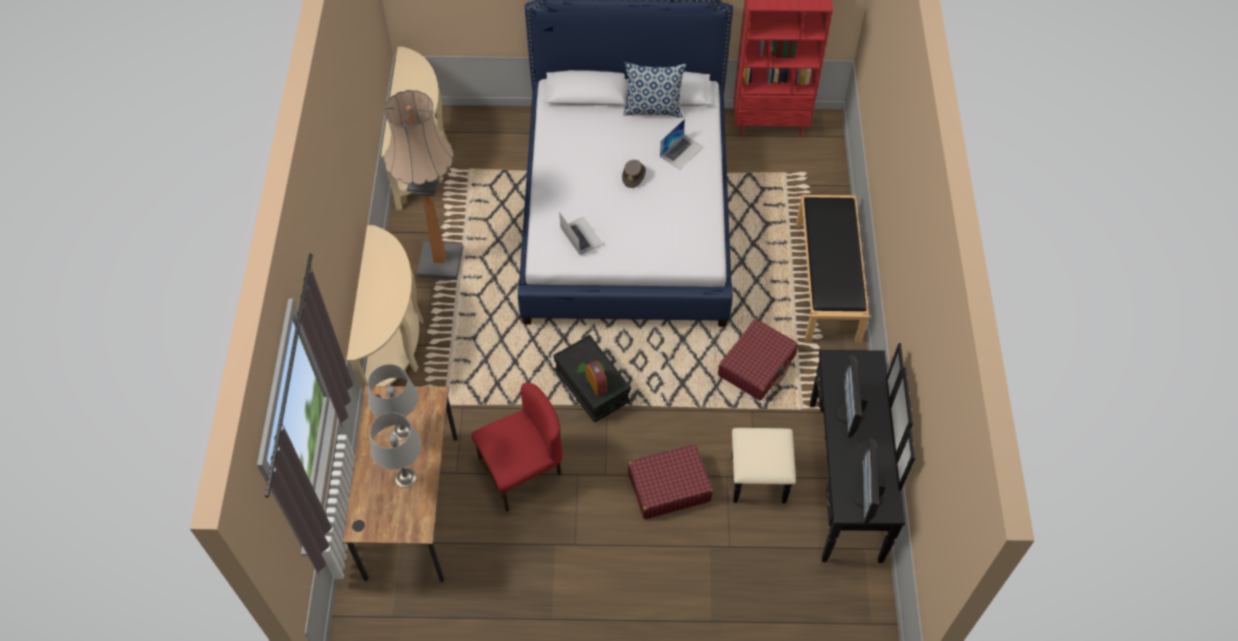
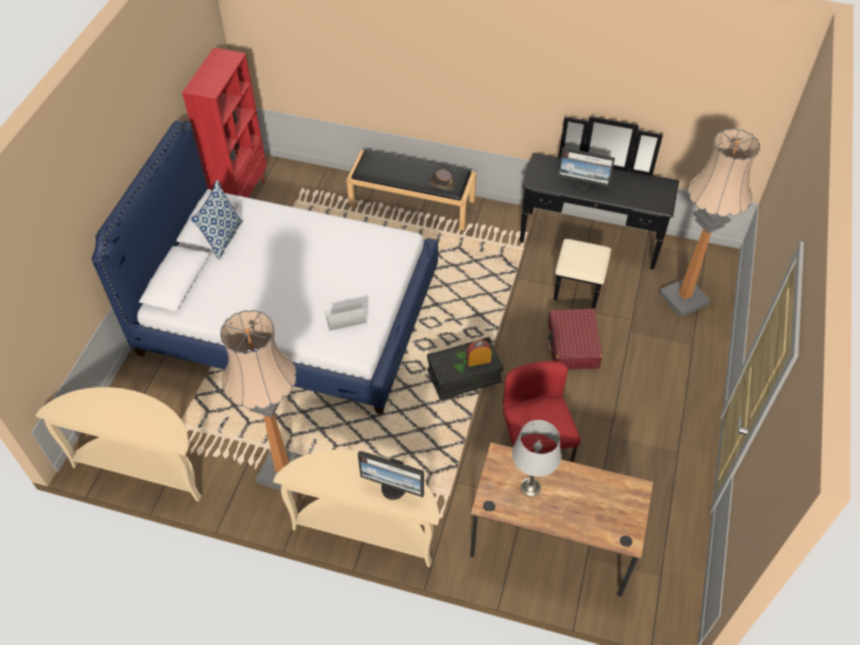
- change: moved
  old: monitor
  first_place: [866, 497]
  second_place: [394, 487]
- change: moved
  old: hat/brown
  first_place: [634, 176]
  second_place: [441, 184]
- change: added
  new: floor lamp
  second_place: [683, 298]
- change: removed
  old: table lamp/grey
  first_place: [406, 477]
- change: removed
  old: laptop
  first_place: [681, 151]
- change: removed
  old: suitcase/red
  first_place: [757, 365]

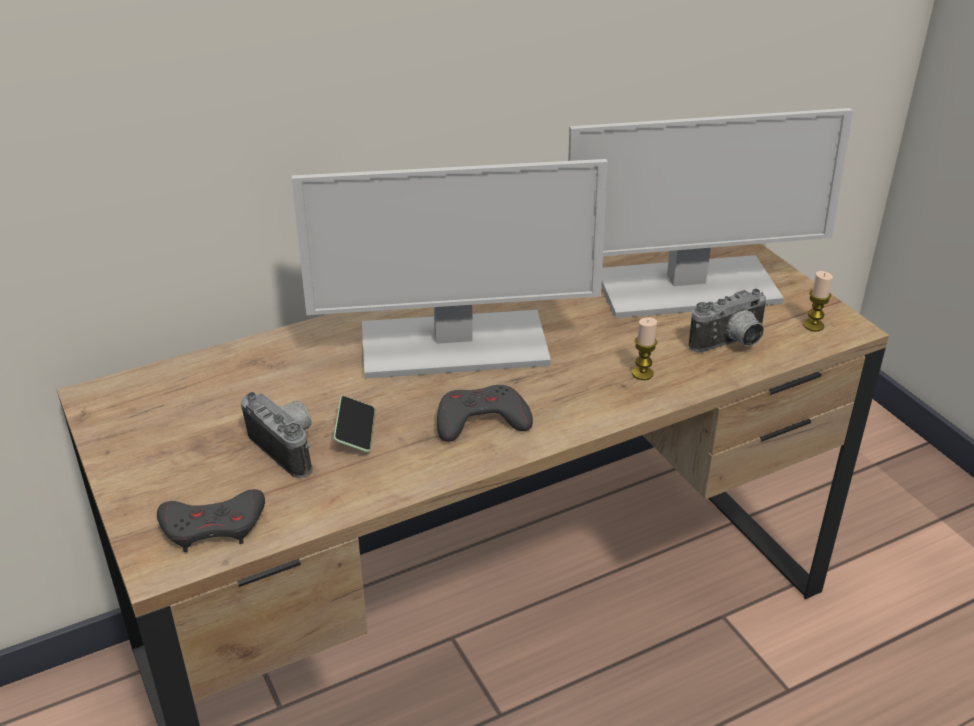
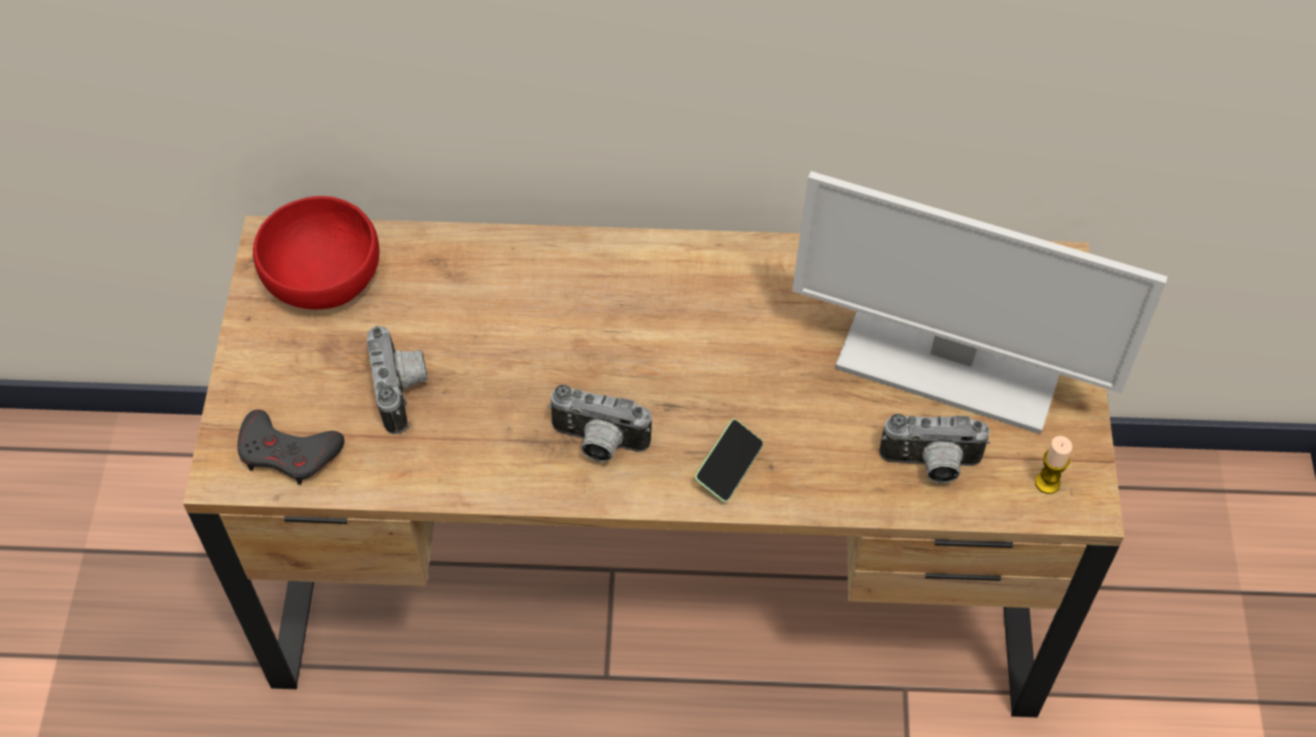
- change: added
  new: bowl/red
  second_place: [321, 277]
- change: replaced
  old: game controller/grey
  new: photo camera
  first_place: [481, 420]
  second_place: [598, 443]
- change: moved
  old: phone
  first_place: [355, 432]
  second_place: [729, 466]
- change: removed
  old: monitor
  first_place: [452, 346]
- change: removed
  old: candle
  first_place: [642, 373]

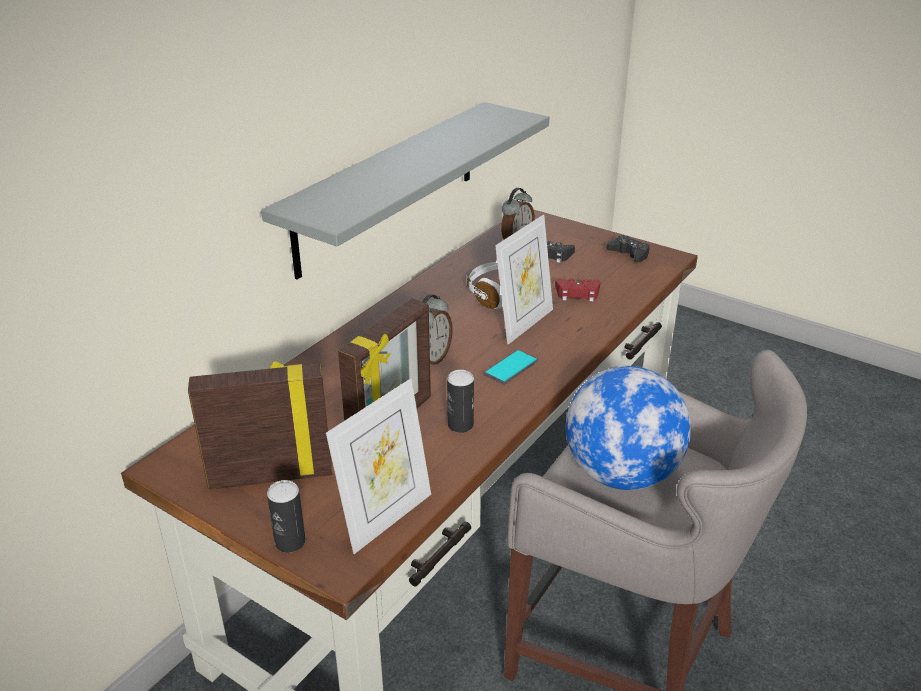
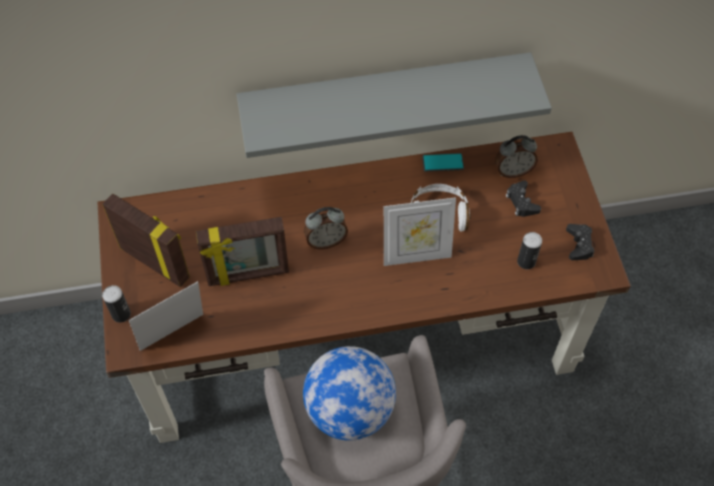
- change: turned
  old: picture frame
  first_place: [385, 517]
  second_place: [175, 337]
  degrees: 150
- change: moved
  old: phone
  first_place: [511, 368]
  second_place: [442, 163]
- change: moved
  old: can
  first_place: [460, 425]
  second_place: [526, 261]
- change: removed
  old: game controller/red
  first_place: [577, 294]

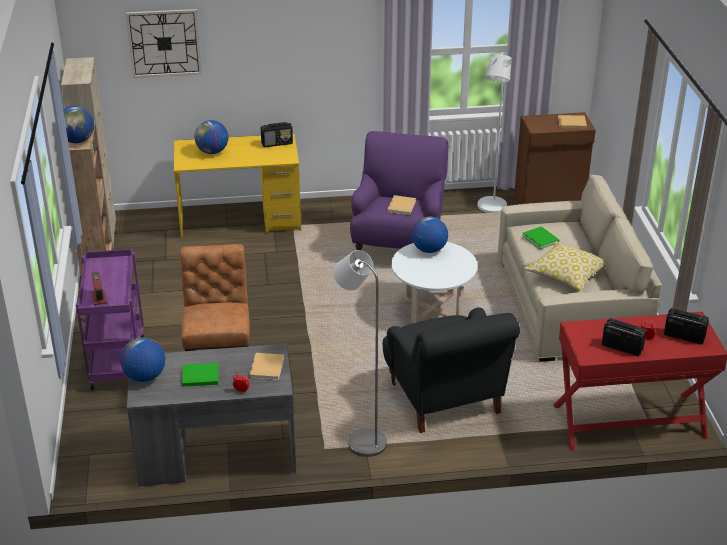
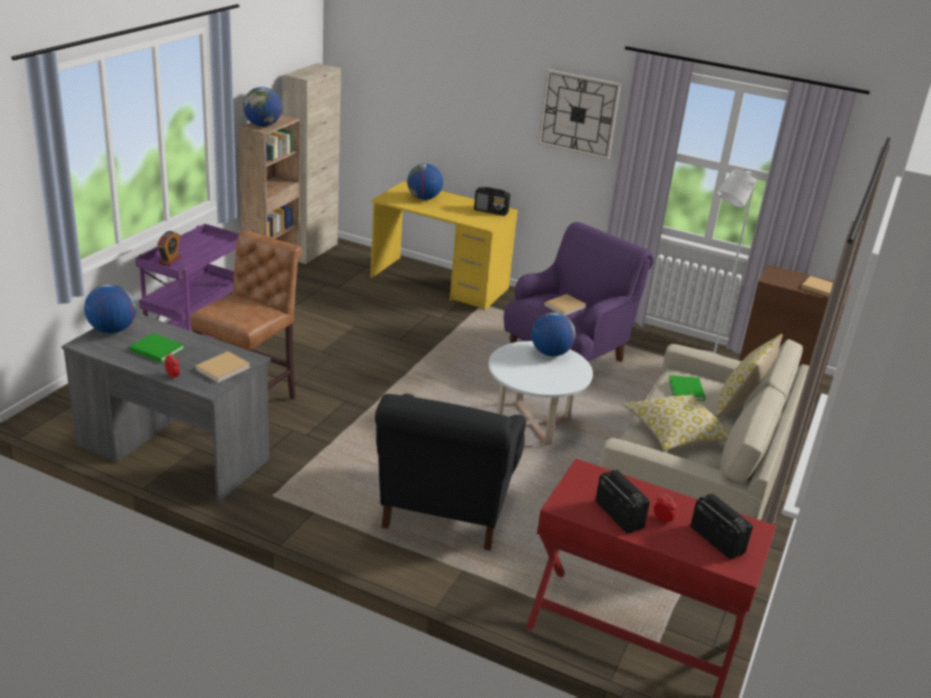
- change: moved
  old: wall clock
  first_place: [164, 43]
  second_place: [578, 114]
- change: added
  new: pillow
  second_place: [740, 406]
- change: removed
  old: floor lamp/grey
  first_place: [361, 440]

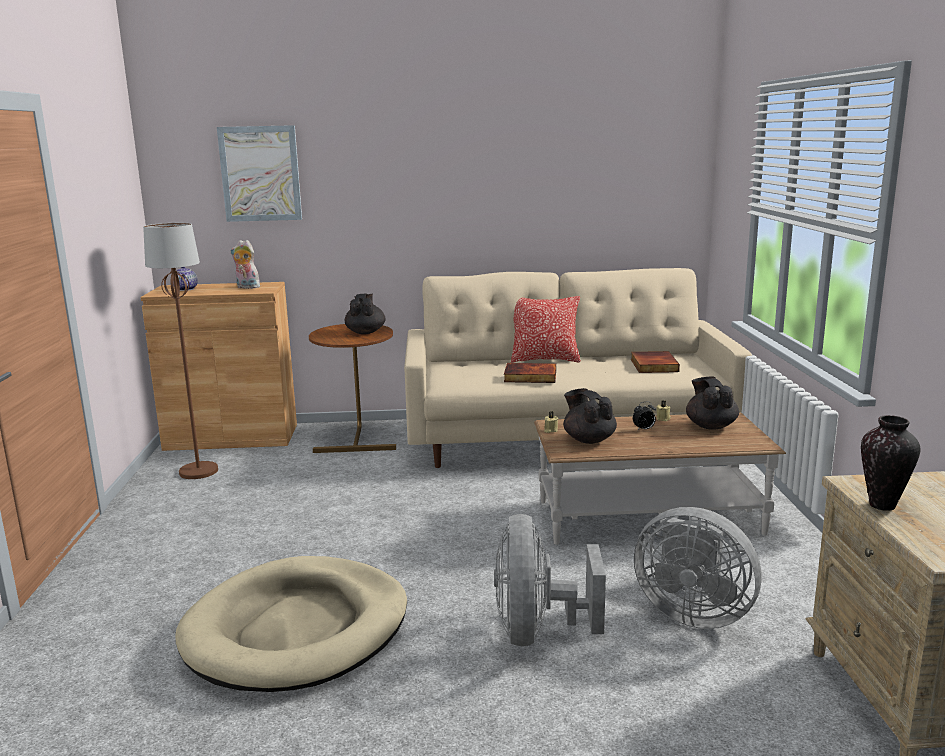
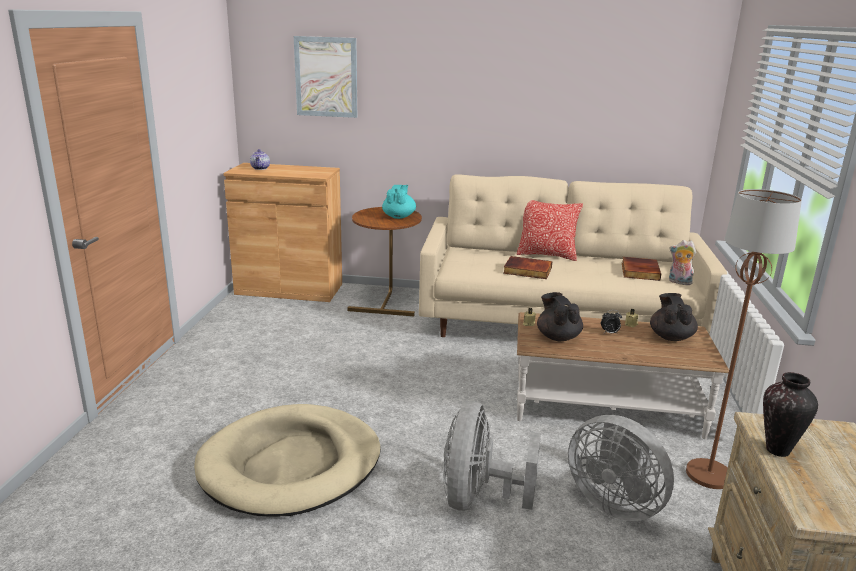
- change: recoloured
  old: teapot/black
  new: teapot/turquoise
  first_place: [365, 332]
  second_place: [399, 217]
- change: moved
  old: plush toy
  first_place: [246, 287]
  second_place: [679, 282]
- change: moved
  old: floor lamp/brown
  first_place: [198, 472]
  second_place: [708, 475]

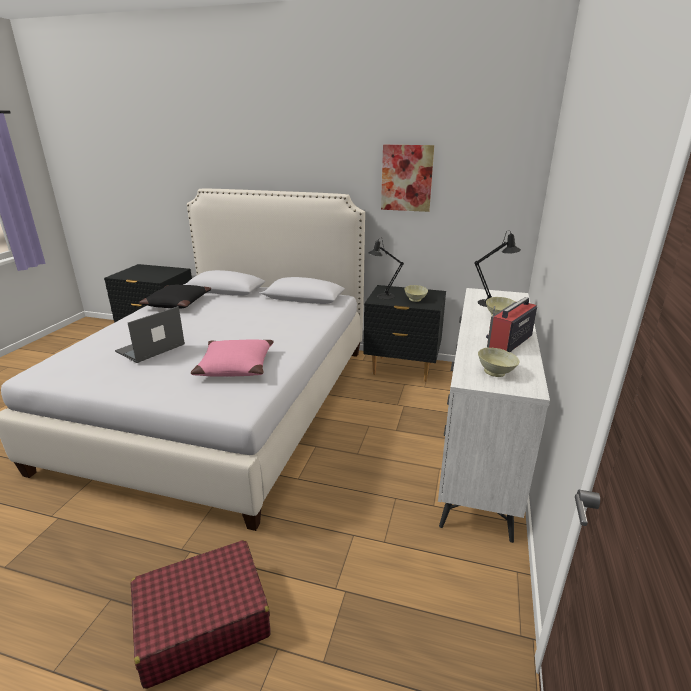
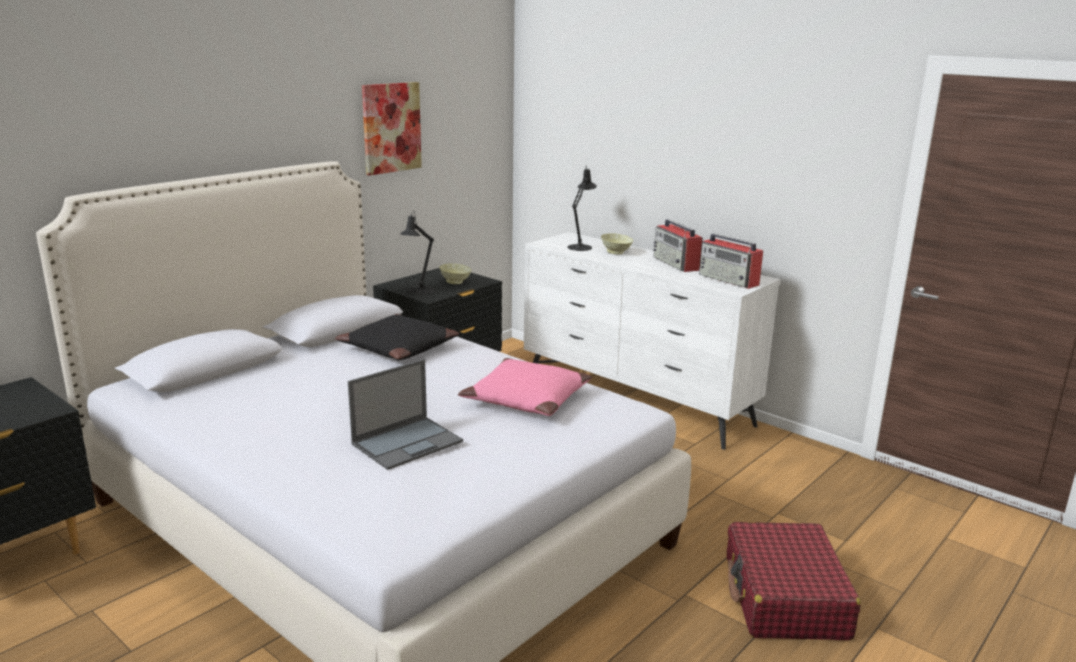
- change: moved
  old: pillow/black
  first_place: [177, 303]
  second_place: [398, 348]
- change: turned
  old: laptop
  first_place: [150, 348]
  second_place: [408, 442]
  degrees: -105
- change: replaced
  old: bowl/beige
  new: radio
  first_place: [496, 373]
  second_place: [729, 280]

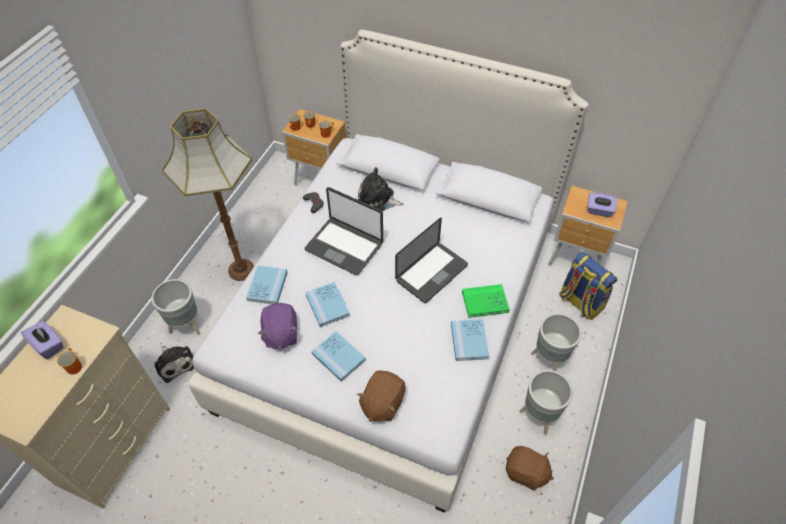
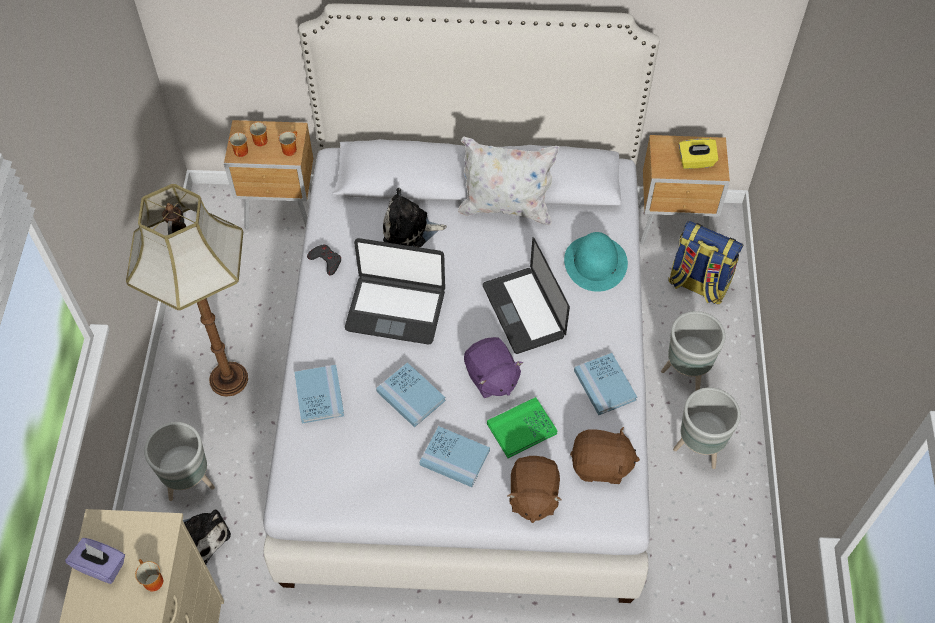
- change: added
  new: pillow/white
  second_place: [506, 208]
- change: moved
  old: plush toy/purple
  first_place: [280, 334]
  second_place: [491, 378]
- change: turned
  old: laptop
  first_place: [431, 273]
  second_place: [523, 311]
  degrees: 135
- change: moved
  old: book/green
  first_place: [485, 302]
  second_place: [521, 429]
- change: added
  new: hat/turquoise
  second_place: [595, 263]
- change: moved
  old: plush toy/brown
  first_place: [526, 473]
  second_place: [601, 465]
- change: recoloured
  old: tissue box/purple
  new: tissue box/yellow
  first_place: [599, 211]
  second_place: [696, 162]

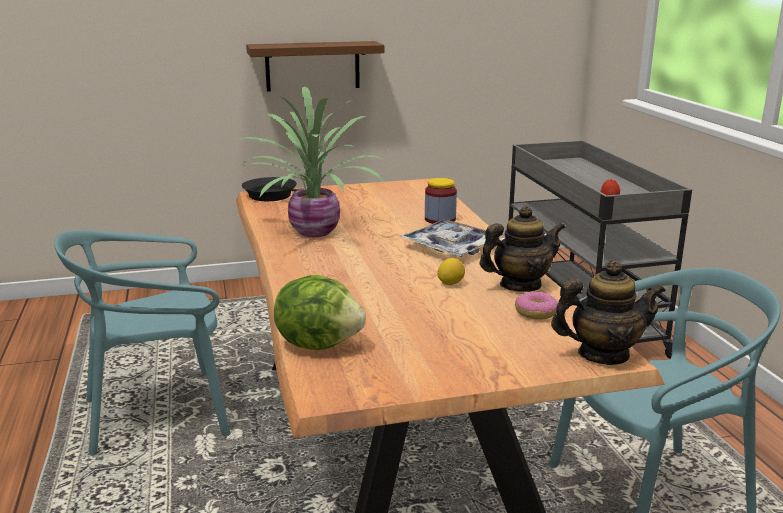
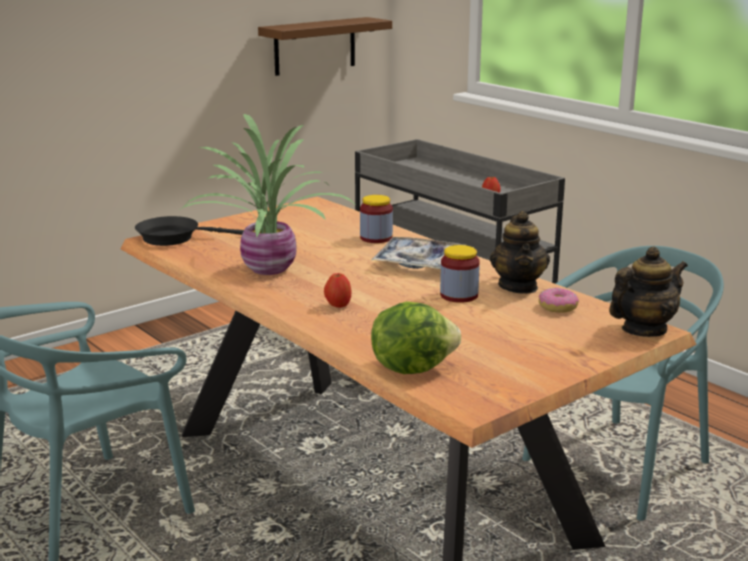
- change: moved
  old: shelf/brown
  first_place: [312, 66]
  second_place: [315, 46]
- change: added
  new: apple
  second_place: [338, 305]
- change: replaced
  old: lemon
  new: jar
  first_place: [450, 283]
  second_place: [459, 295]
- change: turned
  old: teapot
  first_place: [520, 285]
  second_place: [518, 287]
  degrees: 135

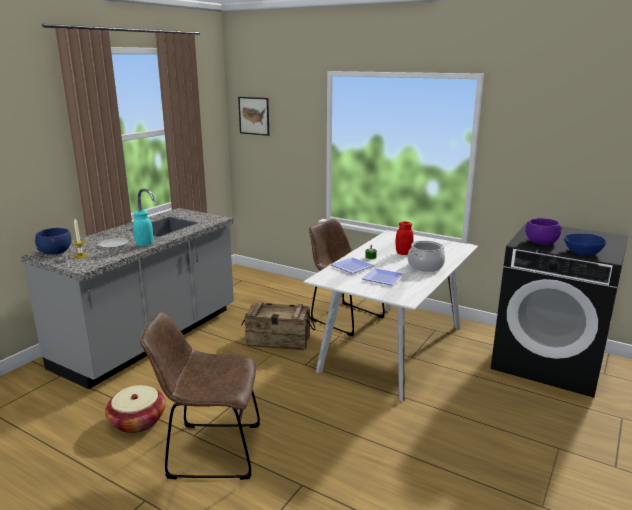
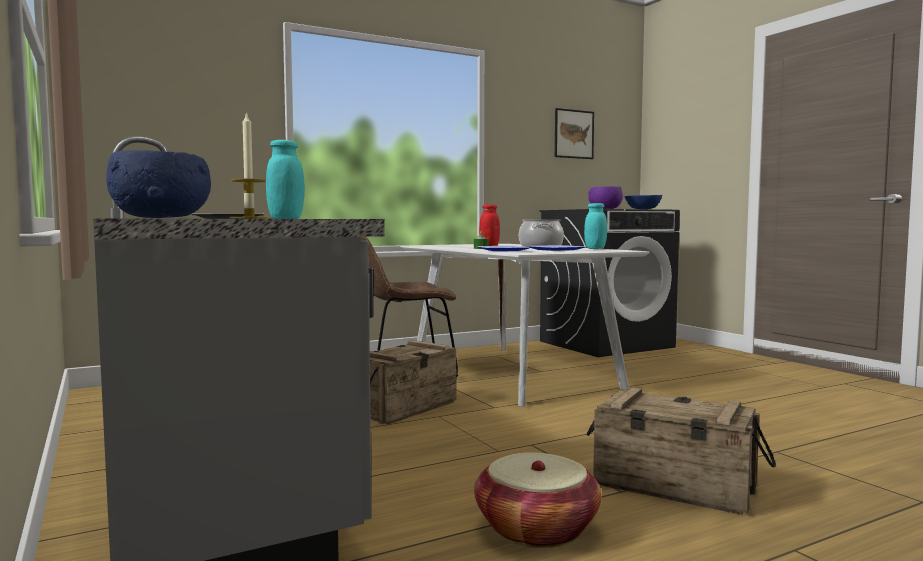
- change: moved
  old: picture
  first_place: [254, 116]
  second_place: [573, 134]
- change: added
  new: jar/turquoise
  second_place: [595, 248]
- change: replaced
  old: chair/brown
  new: crate
  first_place: [209, 451]
  second_place: [673, 487]

